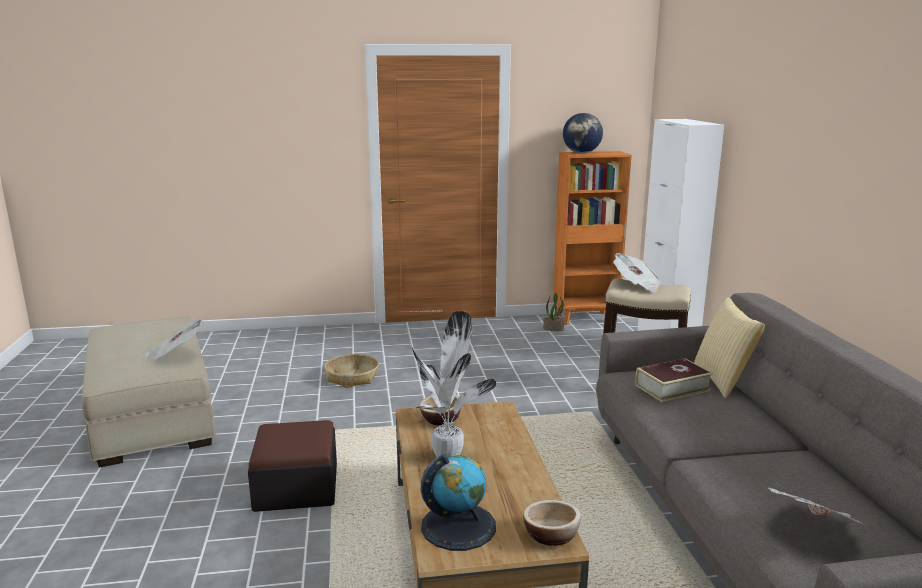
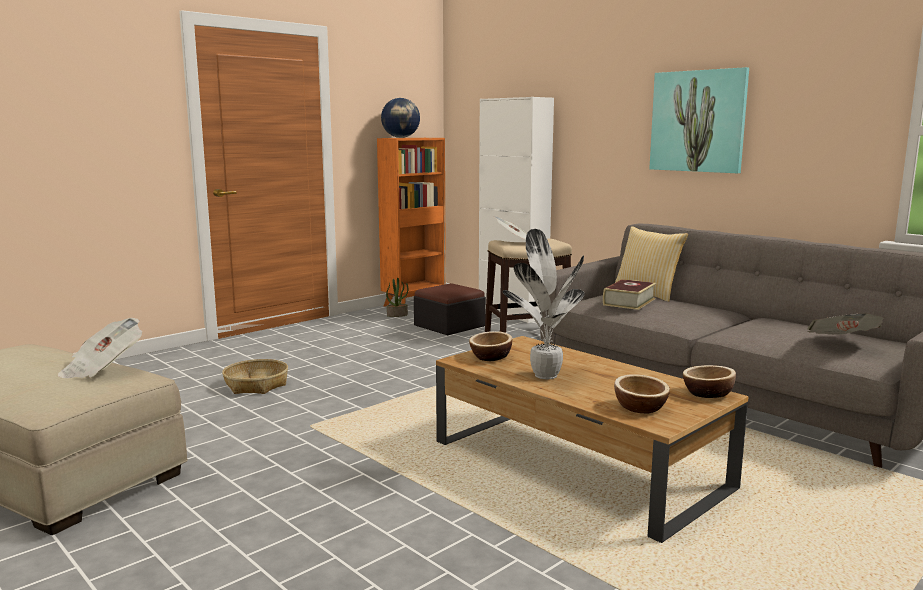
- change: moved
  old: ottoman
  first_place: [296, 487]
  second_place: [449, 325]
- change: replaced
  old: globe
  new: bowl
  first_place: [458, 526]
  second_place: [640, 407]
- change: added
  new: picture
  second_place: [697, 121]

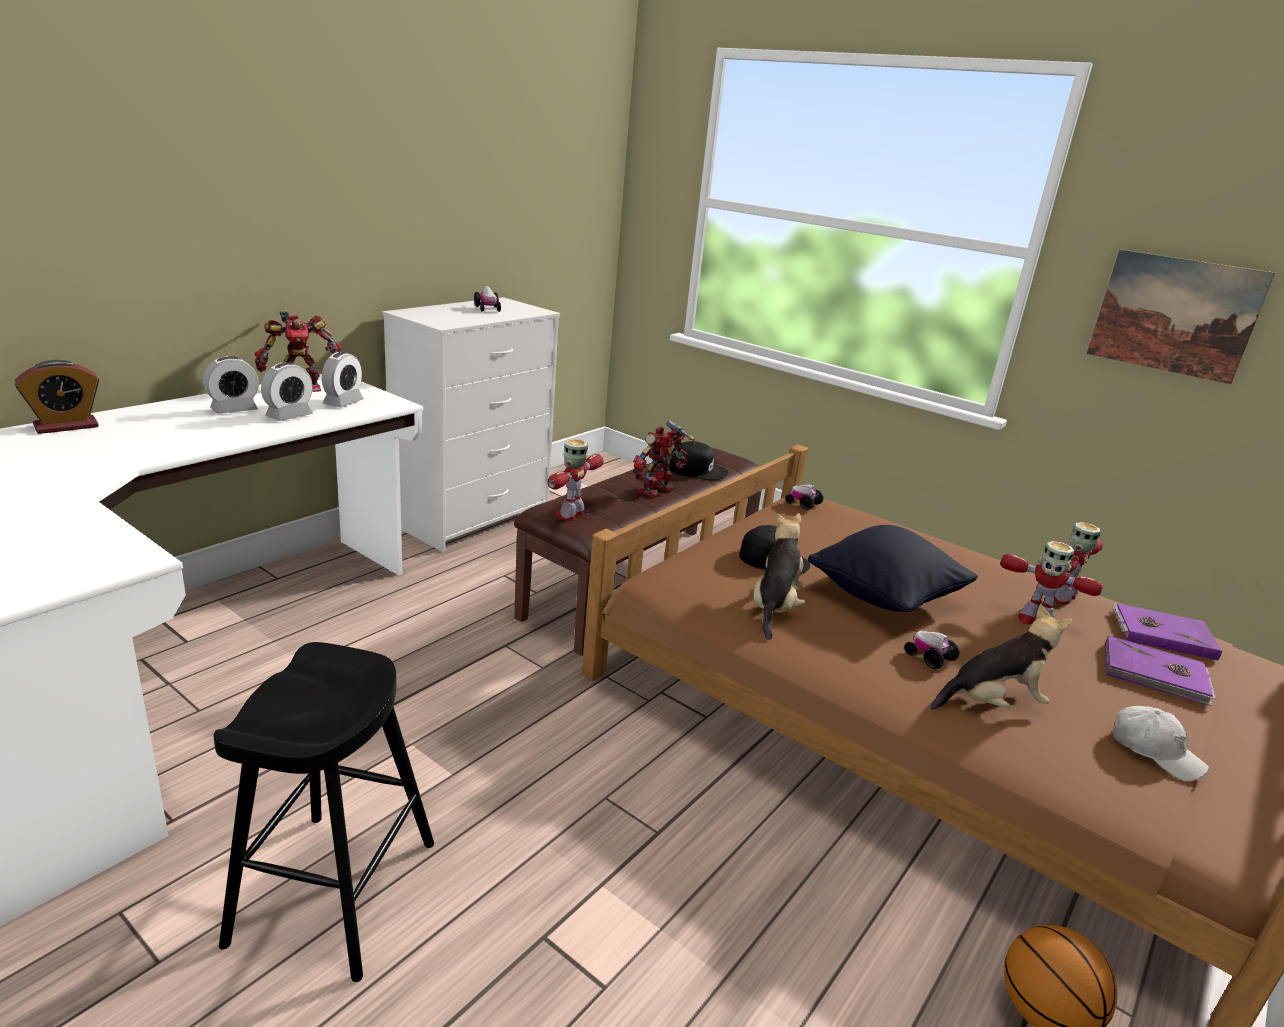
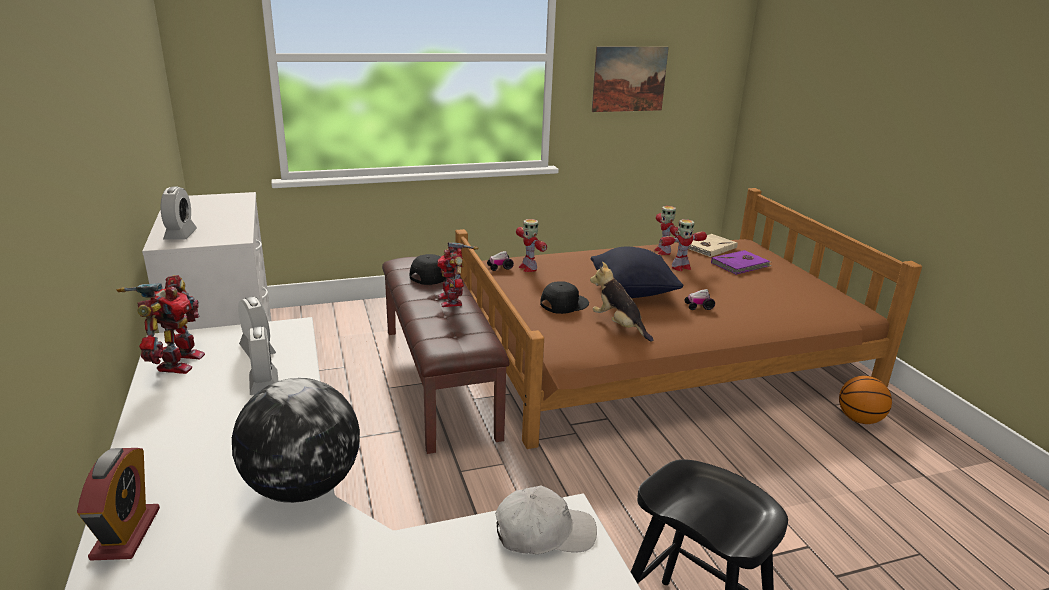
- change: moved
  old: alarm clock
  first_place: [234, 410]
  second_place: [180, 235]
- change: added
  new: globe
  second_place: [302, 487]
- change: moved
  old: cap/white
  first_place: [1155, 752]
  second_place: [543, 533]
- change: moved
  old: toy robot
  first_place: [571, 514]
  second_place: [528, 268]
- change: recoloured
  old: book/purple
  new: book/beige
  first_place: [1162, 634]
  second_place: [709, 247]
- change: removed
  old: toy car
  first_place: [488, 309]
- change: removed
  old: plush toy
  first_place: [992, 703]

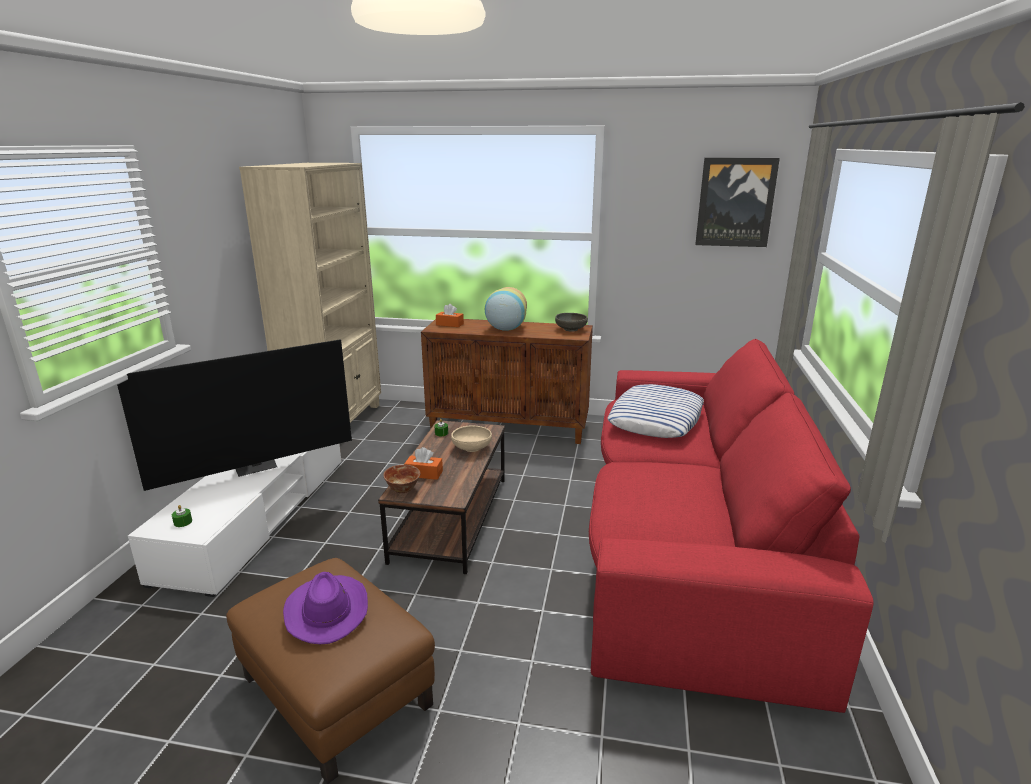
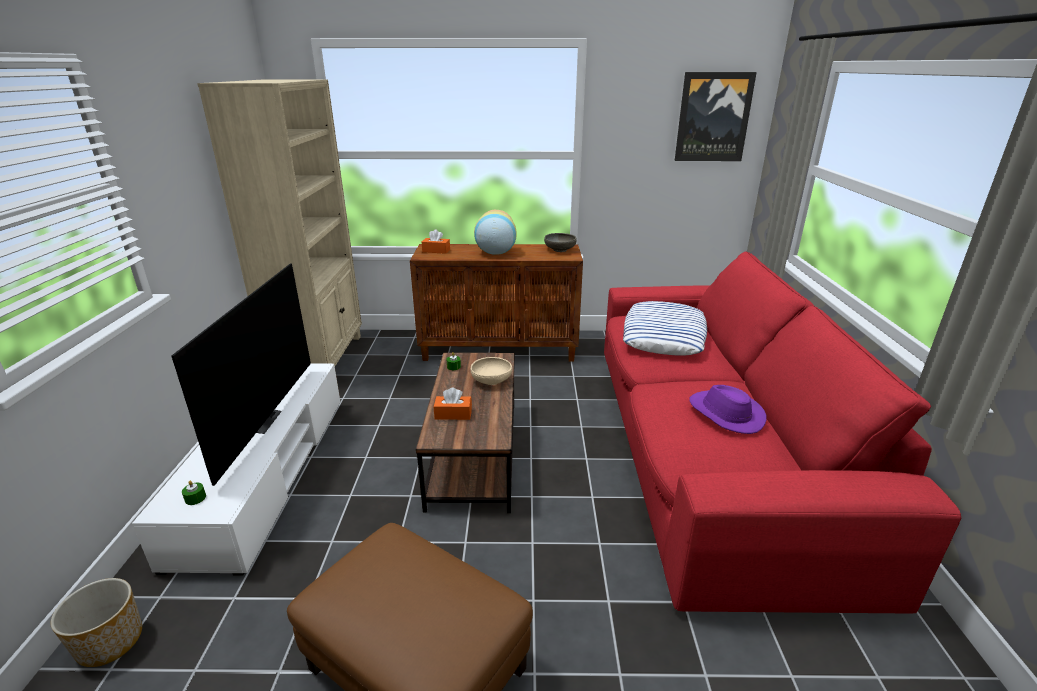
- change: added
  new: planter
  second_place: [110, 641]
- change: turned
  old: television
  first_place: [256, 466]
  second_place: [260, 421]
  degrees: -45
- change: moved
  old: hat/purple
  first_place: [326, 611]
  second_place: [725, 414]
- change: removed
  old: bowl
  first_place: [403, 489]

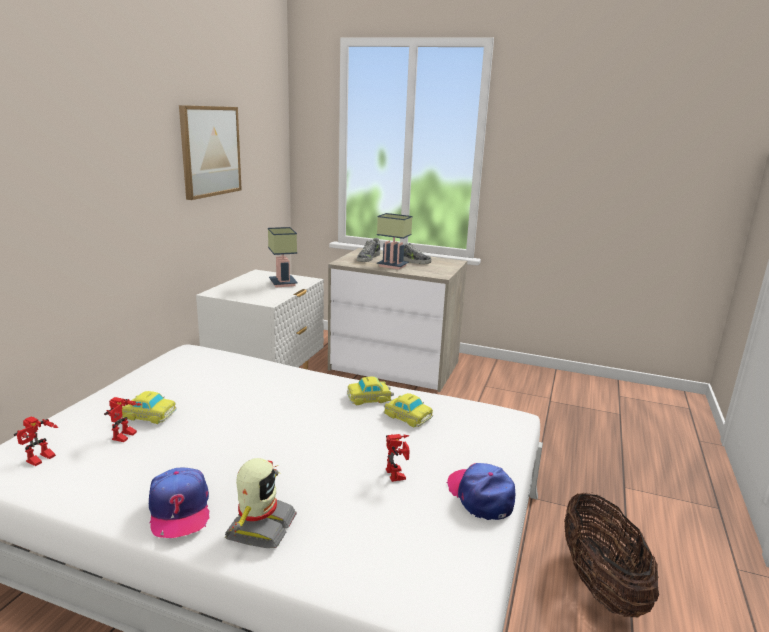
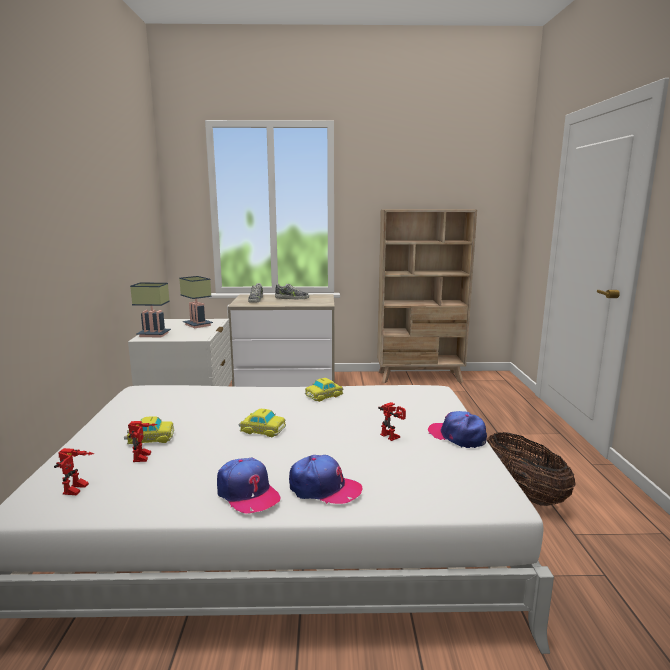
- change: moved
  old: table lamp
  first_place: [394, 265]
  second_place: [155, 334]
- change: moved
  old: toy car
  first_place: [407, 416]
  second_place: [262, 429]
- change: replaced
  old: toy robot
  new: cap
  first_place: [259, 527]
  second_place: [324, 488]
- change: added
  new: bookcase/beige
  second_place: [420, 377]
- change: removed
  old: picture
  first_place: [210, 151]

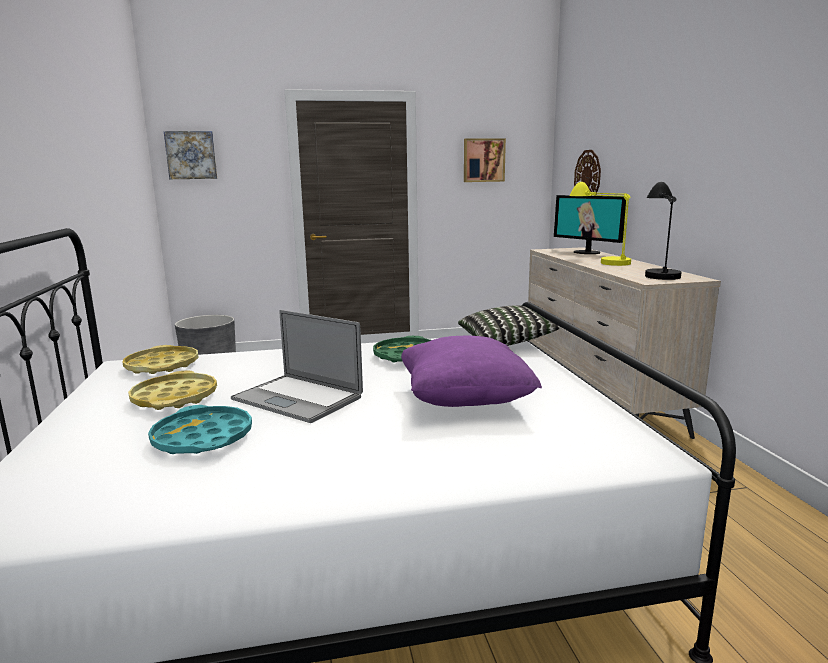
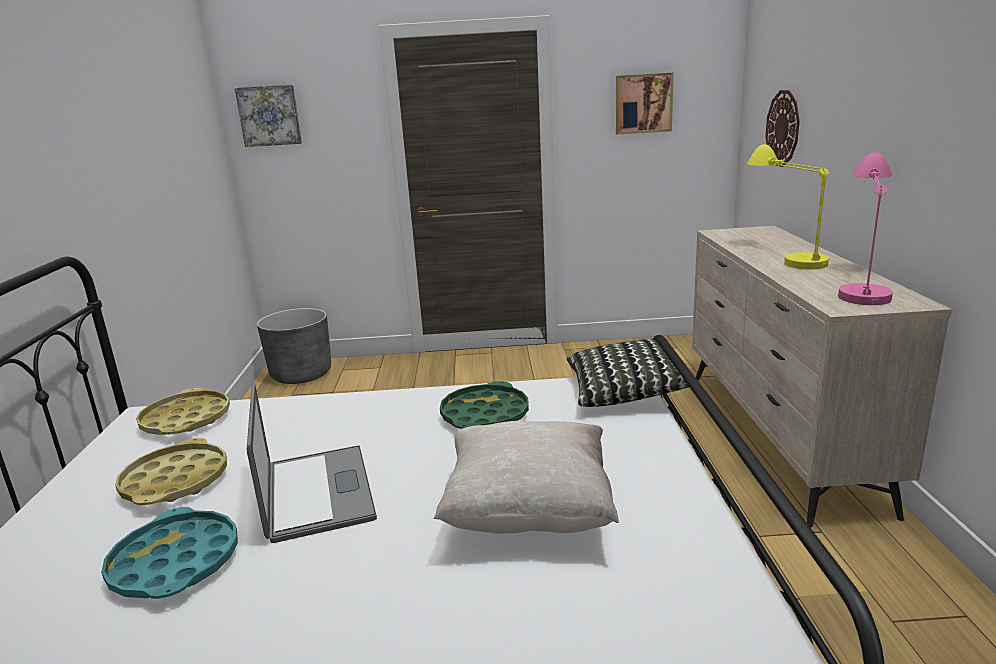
- change: turned
  old: laptop
  first_place: [297, 398]
  second_place: [317, 492]
  degrees: -150
- change: recoloured
  old: pillow/purple
  new: pillow/beige
  first_place: [464, 401]
  second_place: [529, 512]
- change: recoloured
  old: table lamp/black
  new: table lamp/pink
  first_place: [658, 272]
  second_place: [861, 285]
- change: removed
  old: monitor
  first_place: [587, 252]

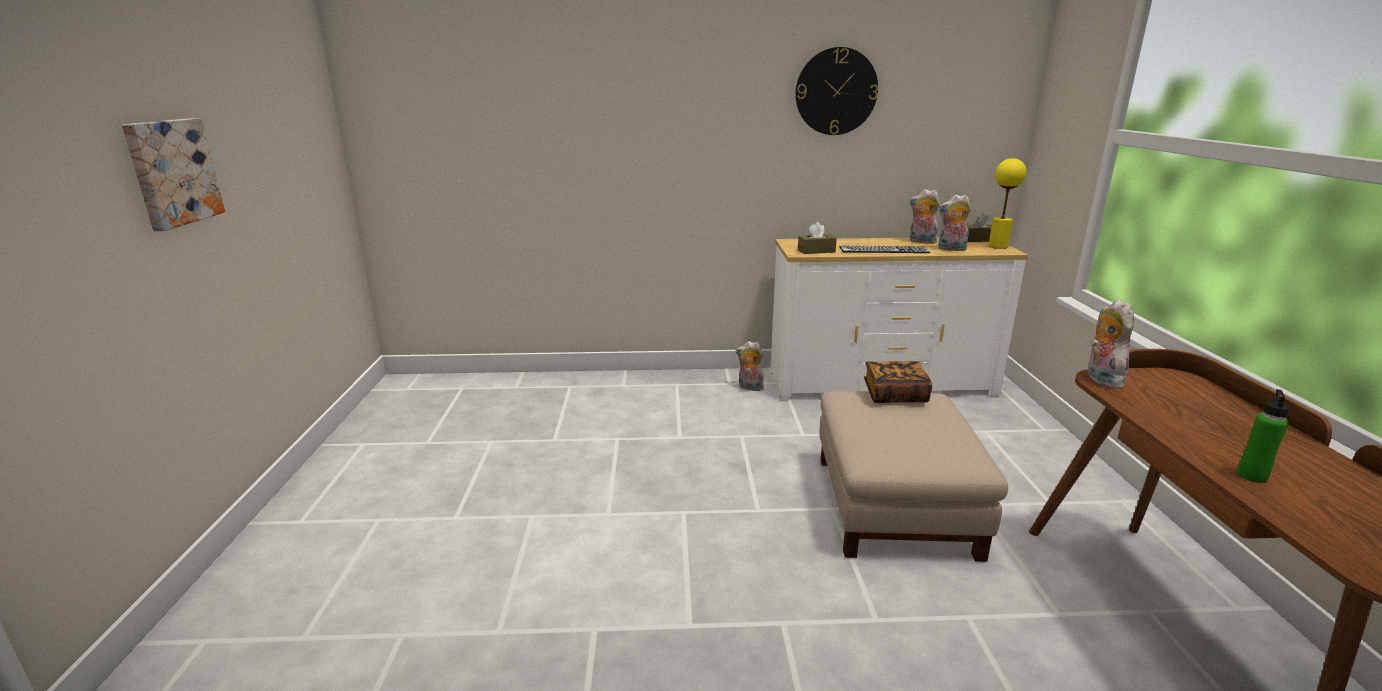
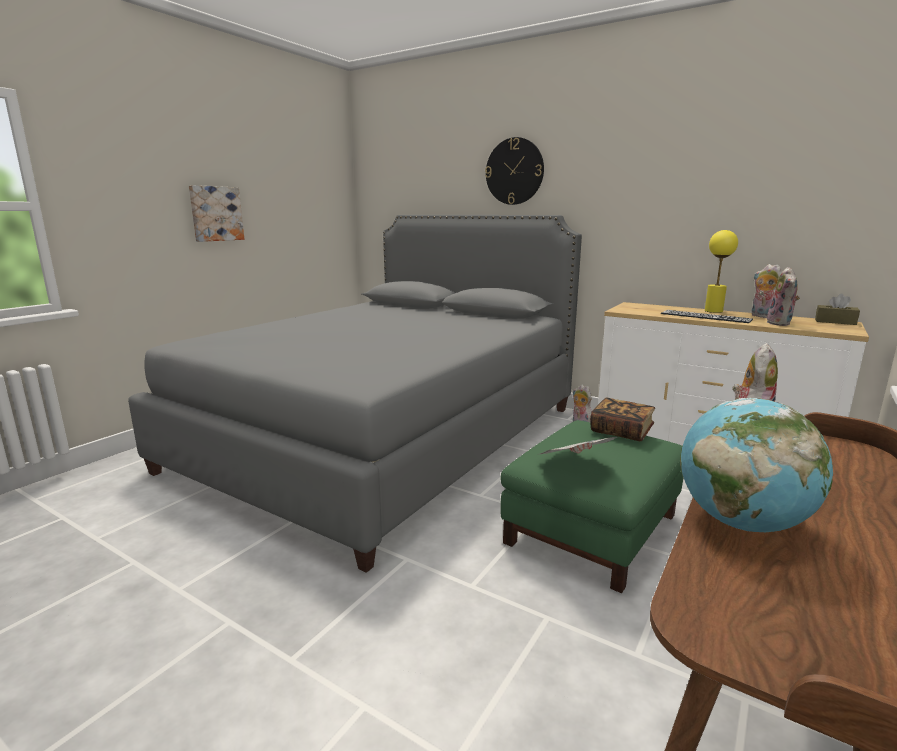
- change: added
  new: bed/grey
  second_place: [386, 437]
- change: moved
  old: wall clock
  first_place: [836, 91]
  second_place: [514, 171]
- change: recoloured
  old: ottoman/beige
  new: ottoman/green
  first_place: [895, 506]
  second_place: [593, 529]
- change: added
  new: newspaper
  second_place: [574, 465]
- change: replaced
  old: bottle/green
  new: globe
  first_place: [1251, 476]
  second_place: [741, 522]
- change: moved
  old: table lamp/yellow
  first_place: [997, 246]
  second_place: [713, 311]
- change: turned
  old: plush toy
  first_place: [951, 249]
  second_place: [781, 323]
  degrees: -120
- change: removed
  old: tissue box/brown
  first_place: [816, 251]

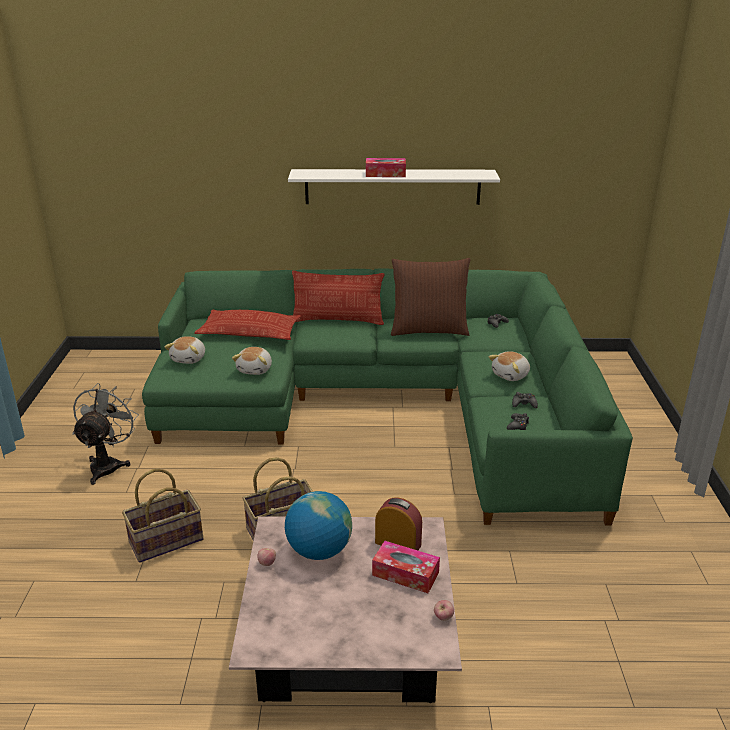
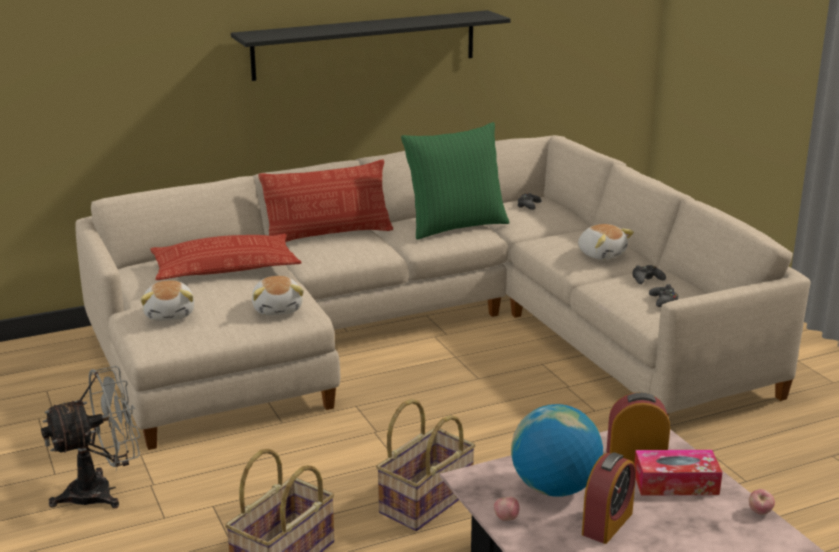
- change: turned
  old: fan/grey
  first_place: [108, 464]
  second_place: [102, 491]
  degrees: 75
- change: recoloured
  old: sofa/green
  new: sofa/beige
  first_place: [388, 403]
  second_place: [425, 334]
- change: recoloured
  old: shelf/white
  new: shelf/black
  first_place: [392, 186]
  second_place: [365, 44]
- change: recoloured
  old: pillow/brown
  new: pillow/green
  first_place: [429, 330]
  second_place: [455, 226]
- change: turned
  old: plush toy
  first_place: [511, 375]
  second_place: [601, 254]
  degrees: -60
- change: added
  new: alarm clock
  second_place: [607, 523]
- change: removed
  old: tissue box
  first_place: [385, 174]

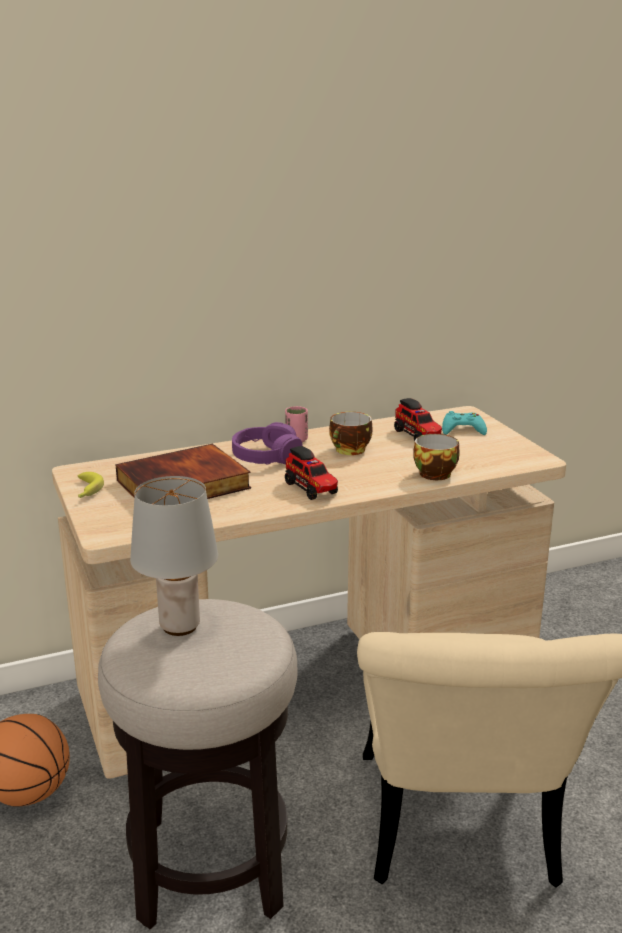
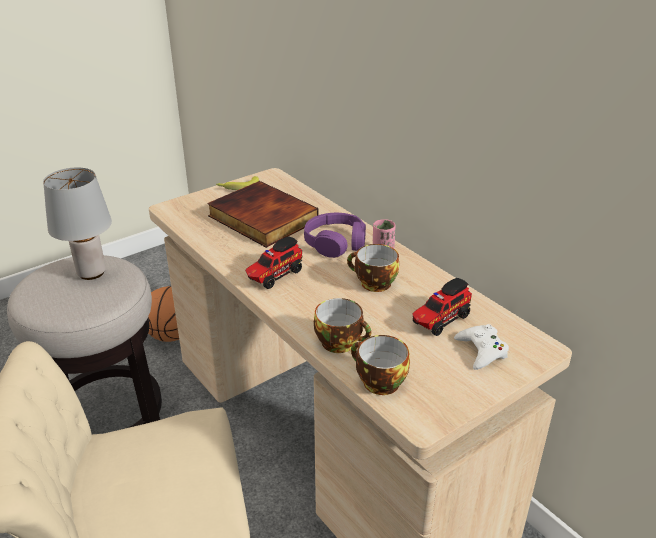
- change: added
  new: cup
  second_place: [378, 382]
- change: recoloured
  old: game controller/turquoise
  new: game controller/white
  first_place: [462, 429]
  second_place: [481, 351]

